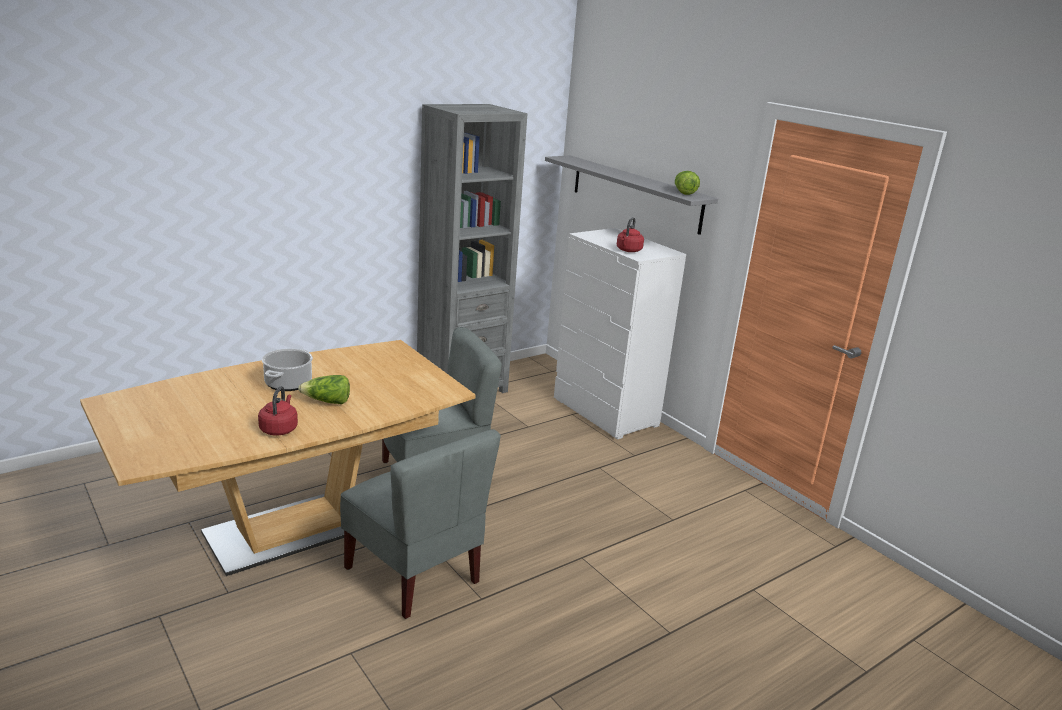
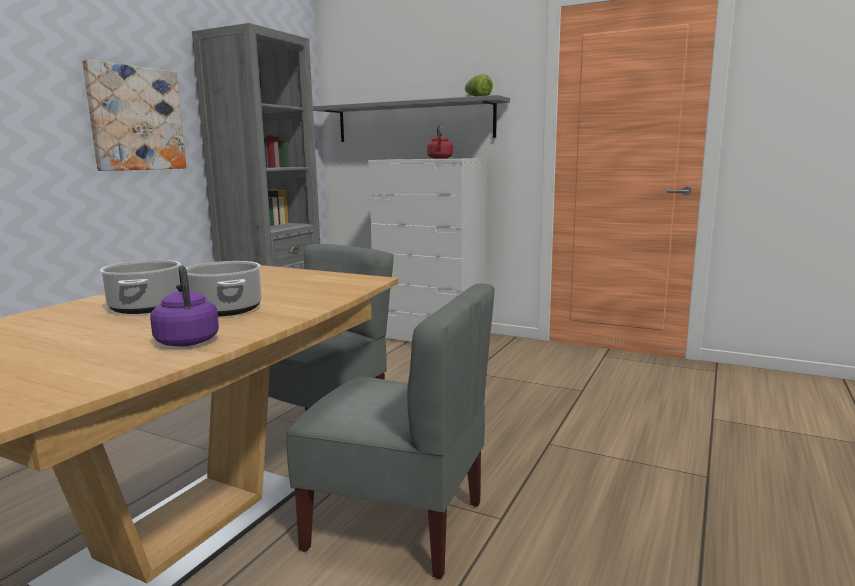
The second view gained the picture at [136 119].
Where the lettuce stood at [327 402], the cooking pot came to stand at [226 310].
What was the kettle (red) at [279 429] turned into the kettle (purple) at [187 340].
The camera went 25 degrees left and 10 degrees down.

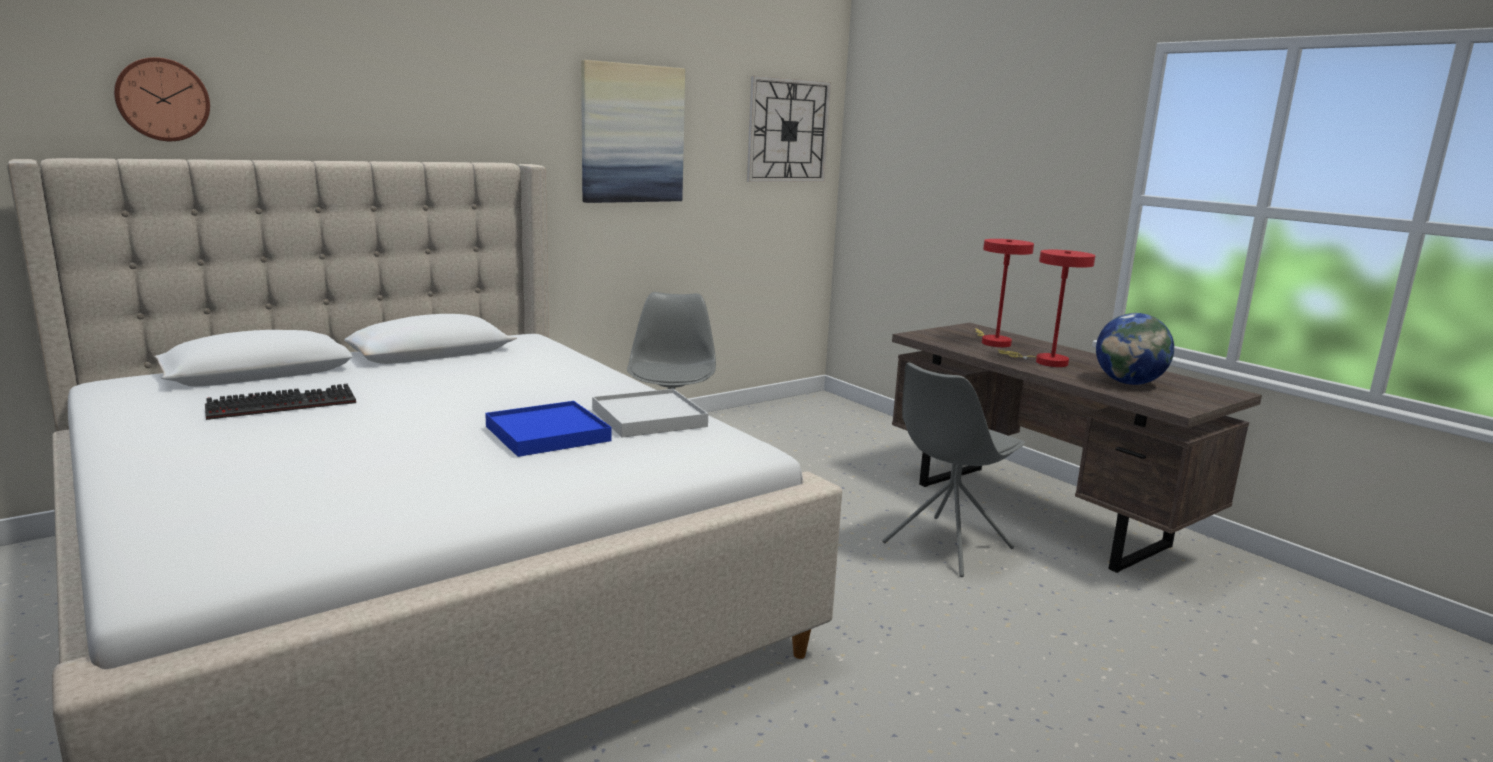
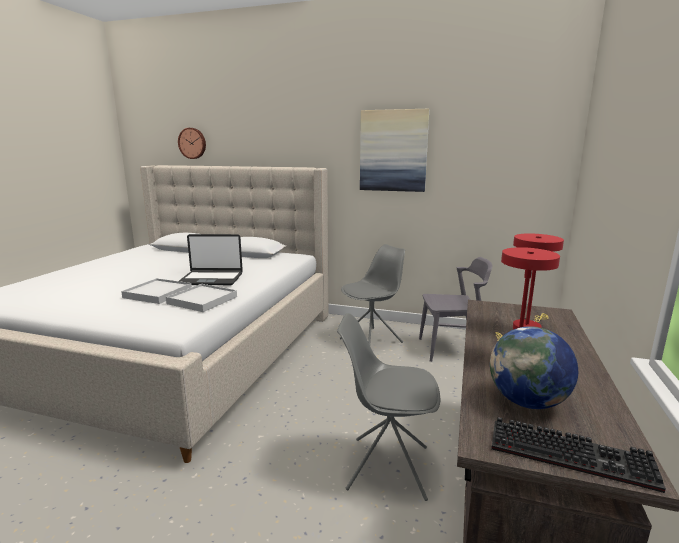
The second view lost the wall clock at [788 131].
The second view gained the laptop at [211 279].
The second view gained the chair (grey) at [452 349].
The keyboard ended up elsewhere, having gone from [284 405] to [572 454].
What was the tray (blue) at [548 434] turned into the tray (white) at [158 293].
The camera went 55 degrees right and 0 degrees up.

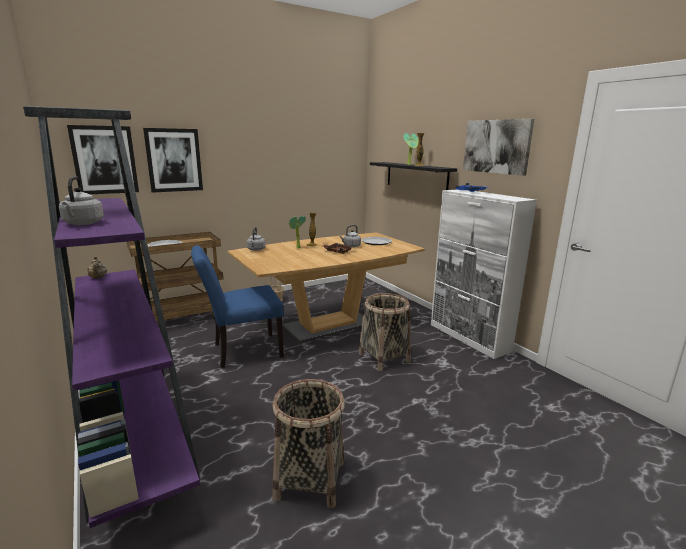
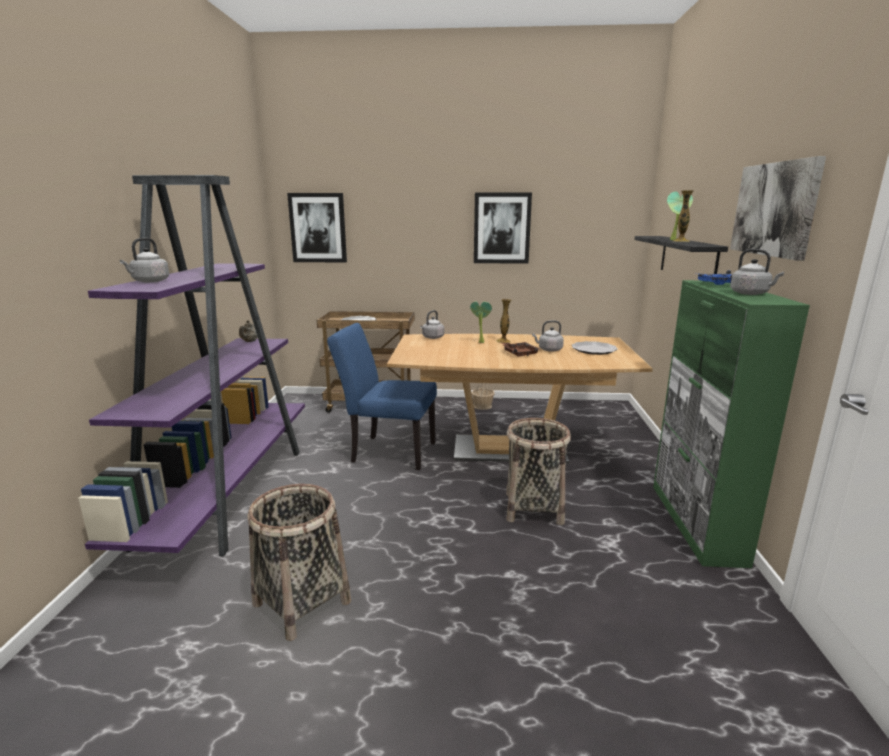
The second view gained the kettle (grey) at [751 293].
The picture ended up elsewhere, having gone from [174 160] to [502 228].
What was the cabinet (white) at [469 337] turned into the cabinet (green) at [696 523].
The camera went 35 degrees right and 0 degrees up.

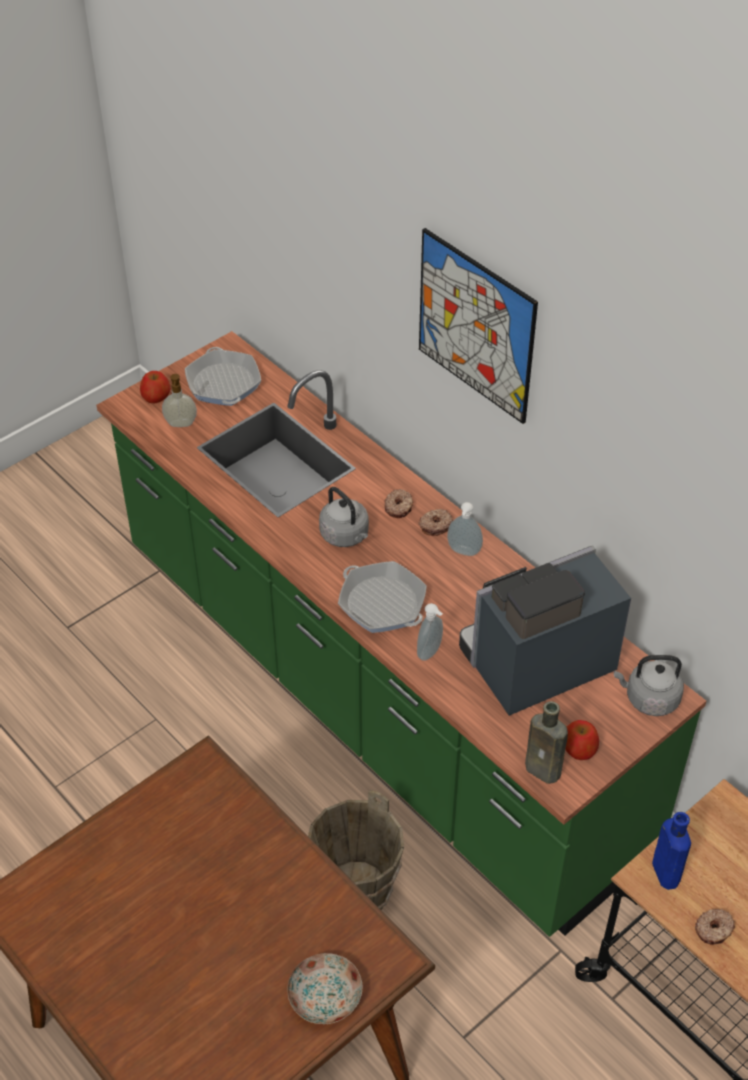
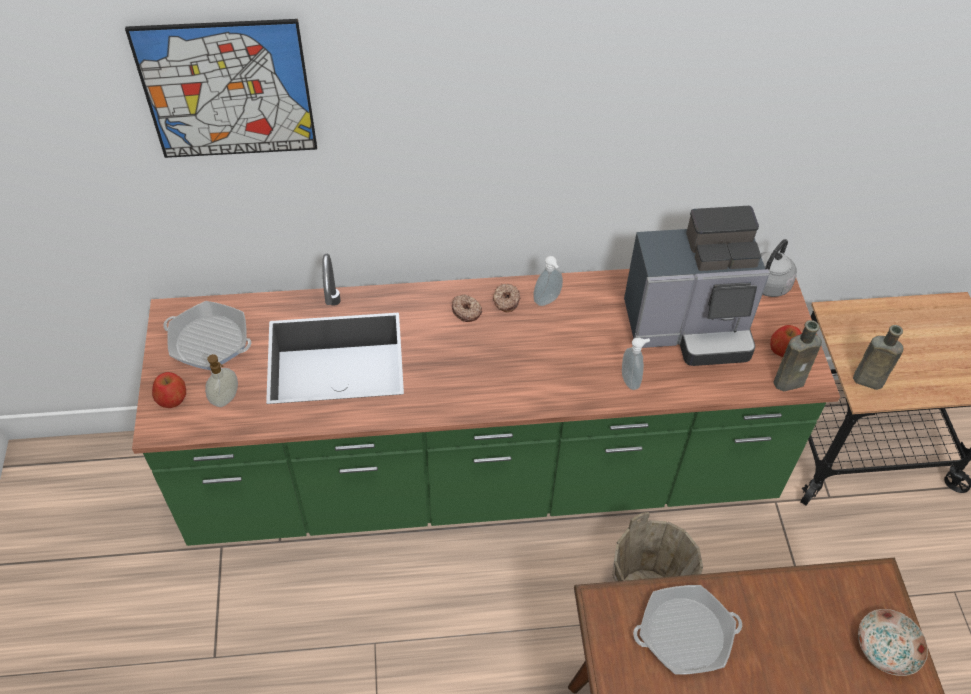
The second view lost the kettle (grey) at [346 536].
The second view lost the donut at [714 930].
The frying pan ended up elsewhere, having gone from [382 603] to [685 634].
The picture ended up elsewhere, having gone from [476 326] to [227 90].
What was the bottle (blue) at [664 870] turned into the bottle (brown) at [865 380].
The coffee machine at [534 665] ended up facing another way, 105 degrees counterclockwise from before.
The camera went 55 degrees left and 5 degrees up.

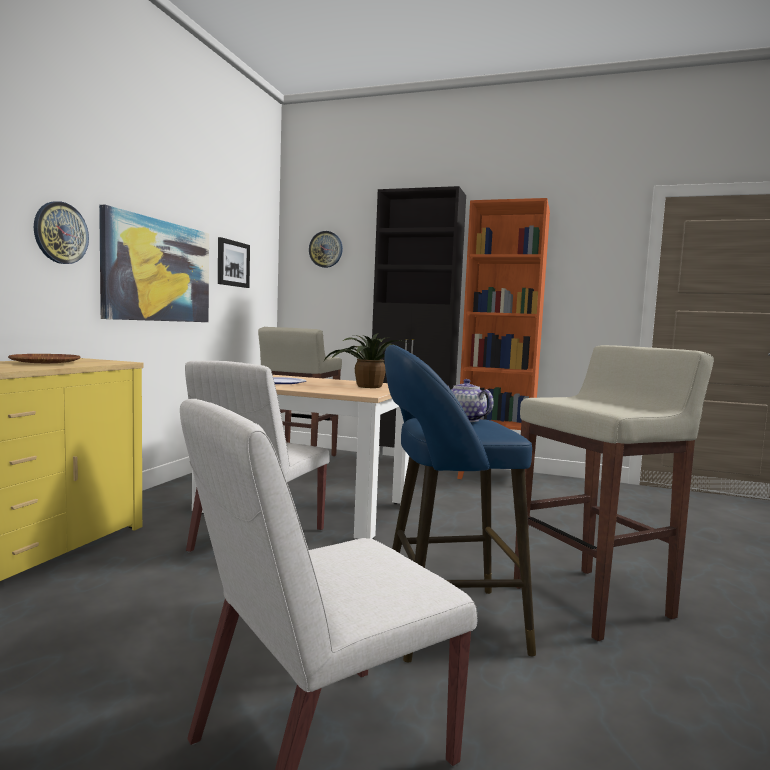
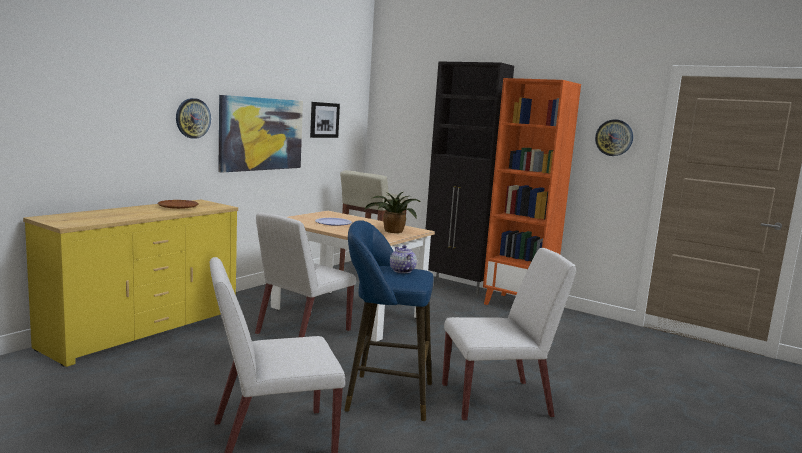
The wall clock ended up elsewhere, having gone from [326 249] to [614 137].
Where the stool (beige) stood at [593 601], the chair (white) came to stand at [497 400].
The camera went 15 degrees right and 5 degrees up.

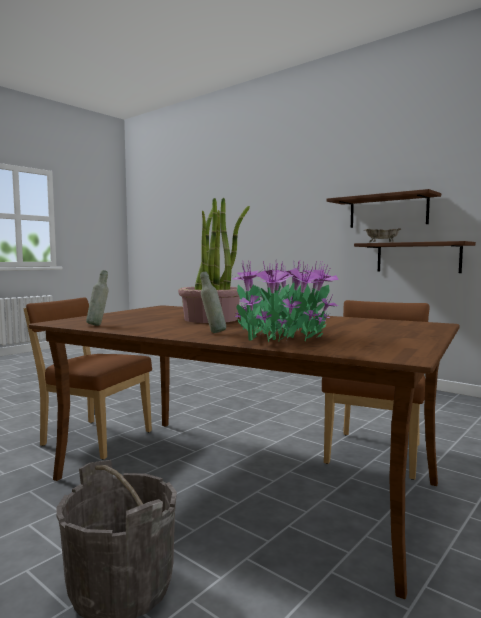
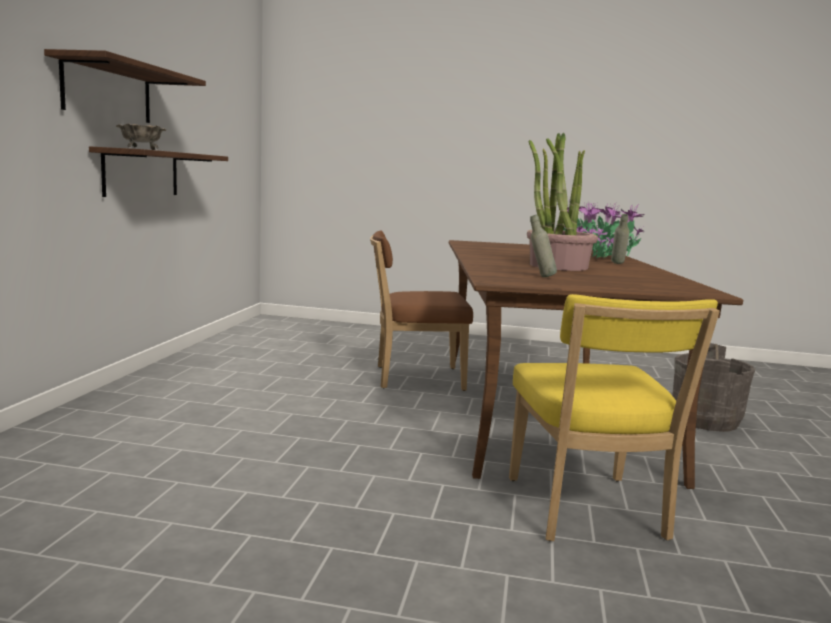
The bottle (grey) ended up elsewhere, having gone from [98 325] to [540 277].
What was the chair (brown) at [93 438] turned into the chair (yellow) at [587 512].
The camera went 120 degrees left and 5 degrees up.

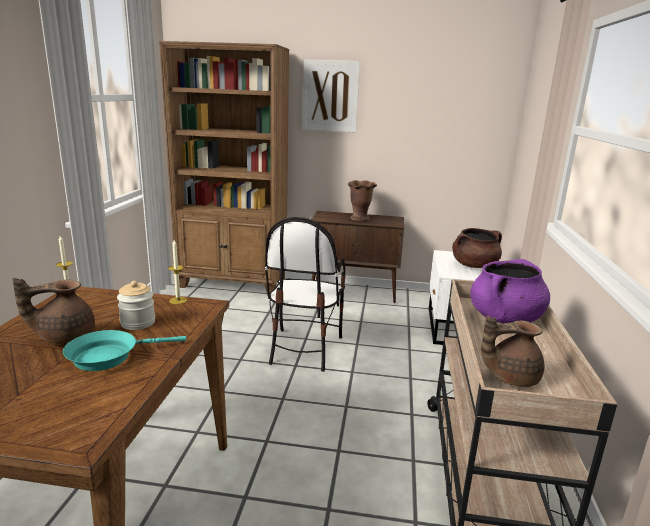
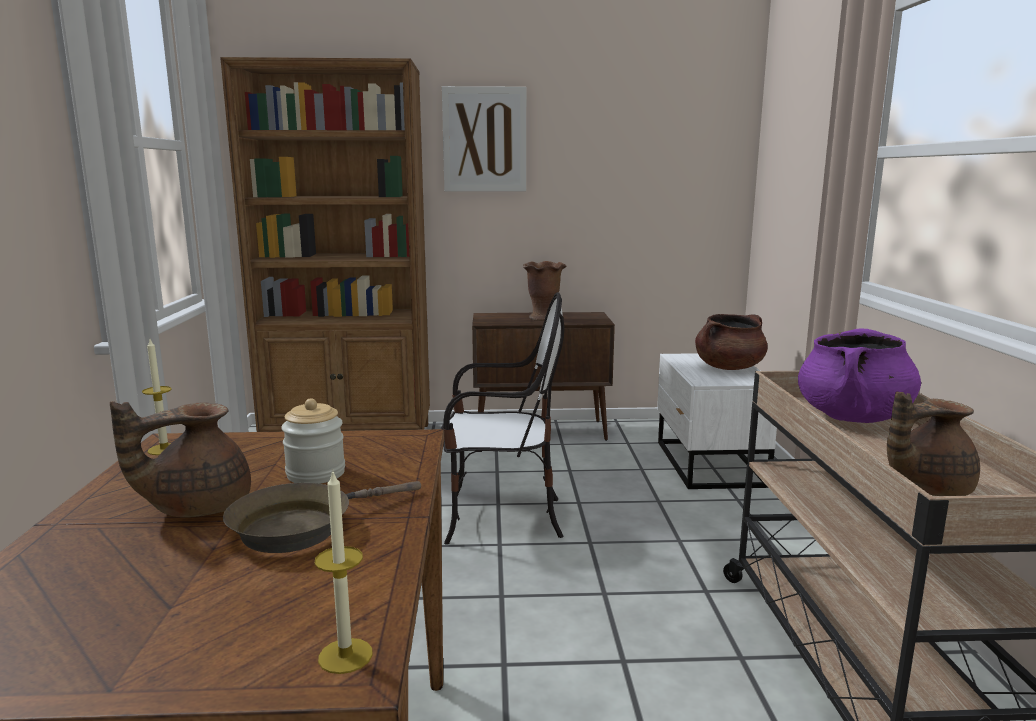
The candle ended up elsewhere, having gone from [178 300] to [345 656].
What was the frying pan (turquoise) at [109 356] turned into the frying pan (brown) at [301 527].
The chair at [304 348] ended up facing another way, 90 degrees counterclockwise from before.
The camera went 10 degrees left and 5 degrees down.

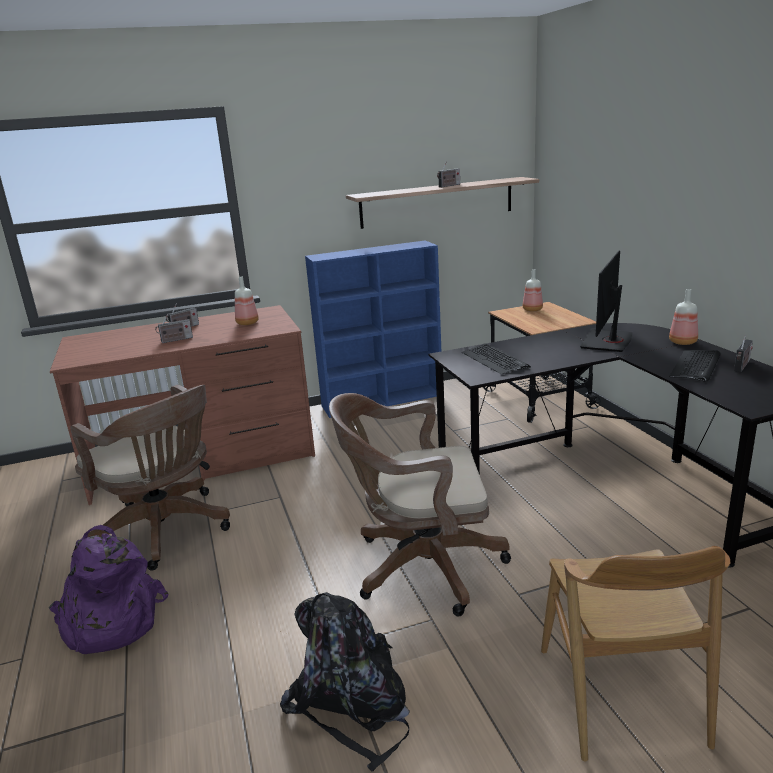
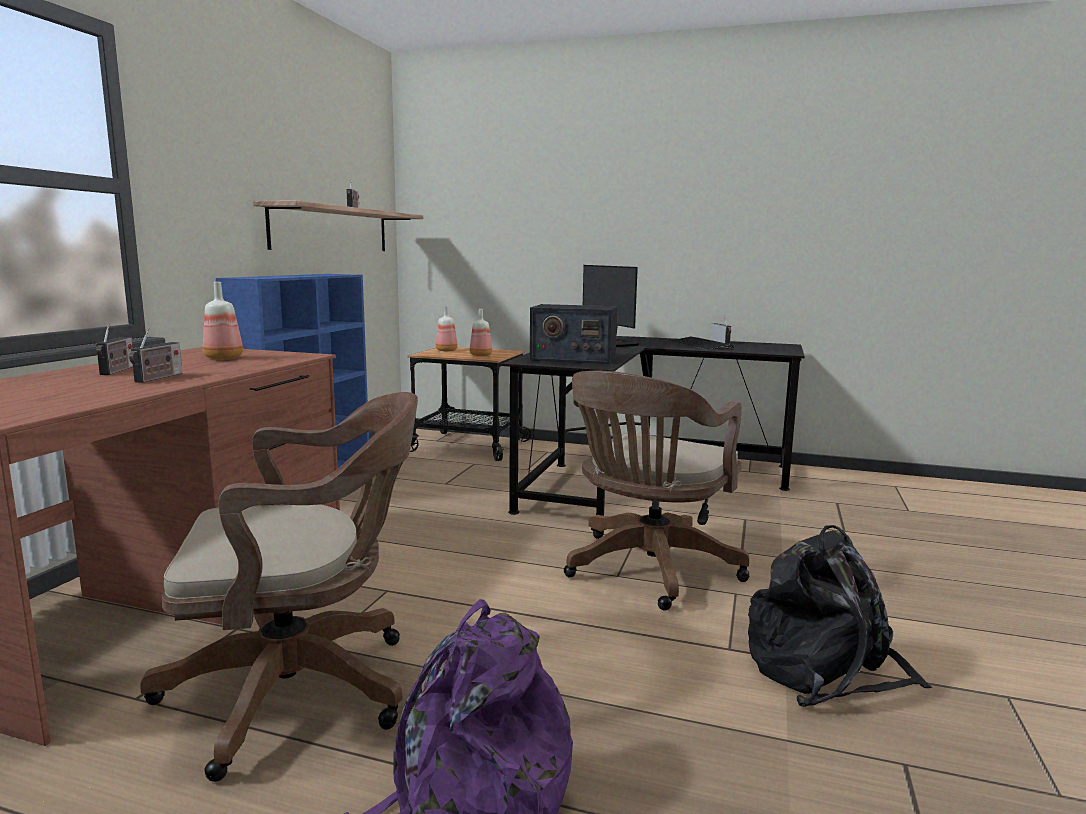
The second view lost the chair (brown) at [620 696].
The bottle ended up elsewhere, having gone from [682 342] to [480 355].
Where the keyboard stood at [495 360], the radio came to stand at [572 358].
The camera went 55 degrees left and 10 degrees down.

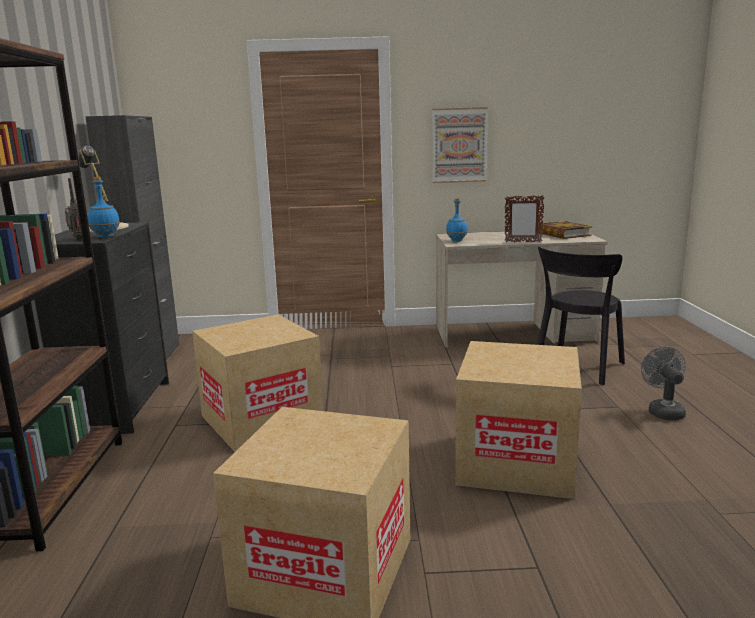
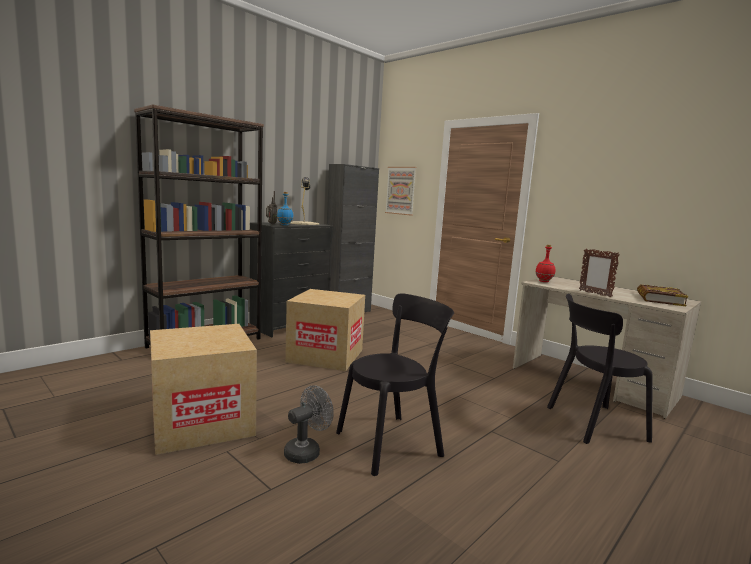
The picture ended up elsewhere, having gone from [459 145] to [401 190].
The fan (grey) ended up elsewhere, having gone from [663 411] to [306 451].
Where the cardboard box stood at [516 463], the chair (black) came to stand at [393 442].
What was the bottle (blue) at [457 241] turned into the bottle (red) at [544 281].
The camera went 45 degrees right and 5 degrees down.

